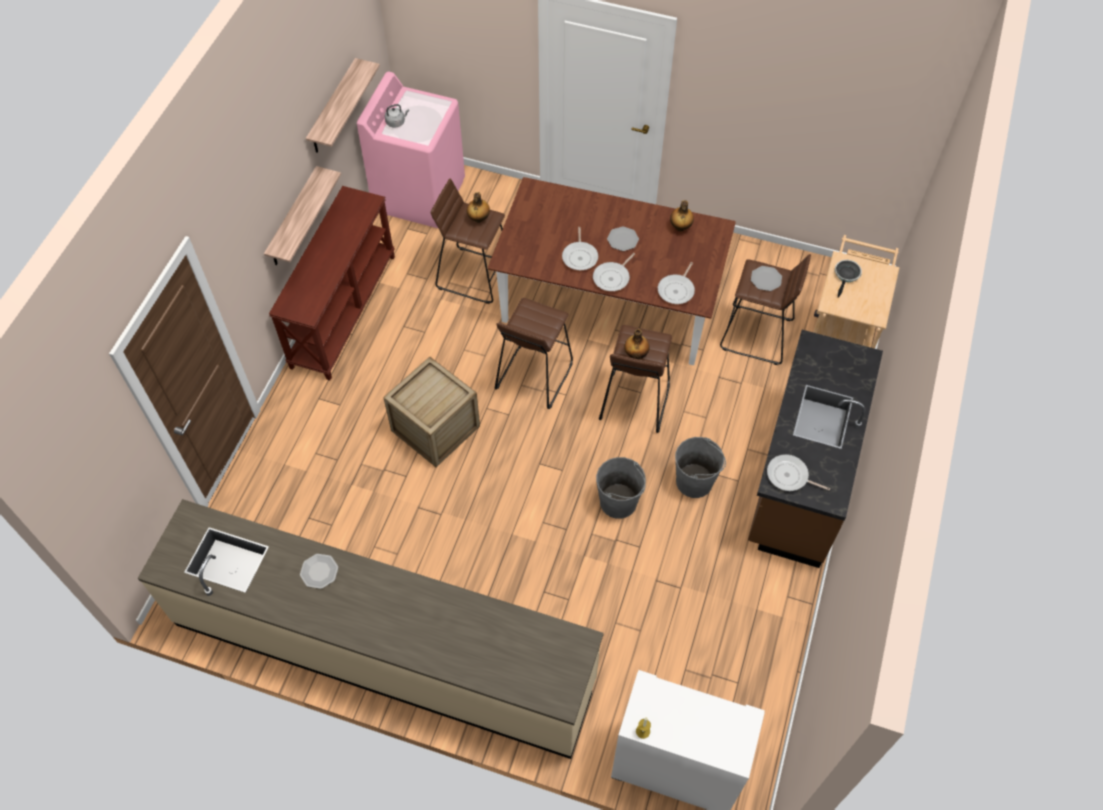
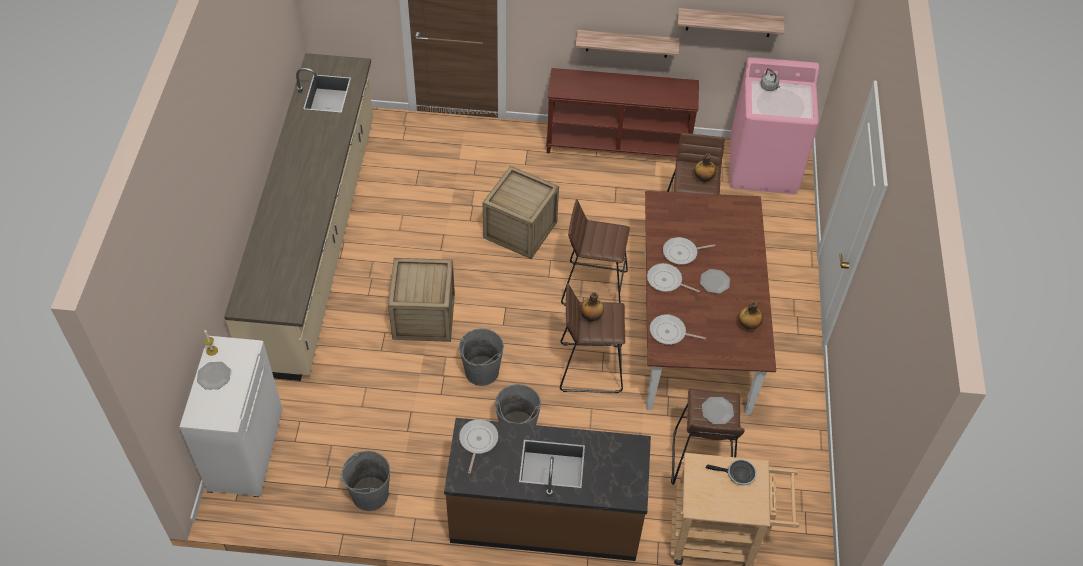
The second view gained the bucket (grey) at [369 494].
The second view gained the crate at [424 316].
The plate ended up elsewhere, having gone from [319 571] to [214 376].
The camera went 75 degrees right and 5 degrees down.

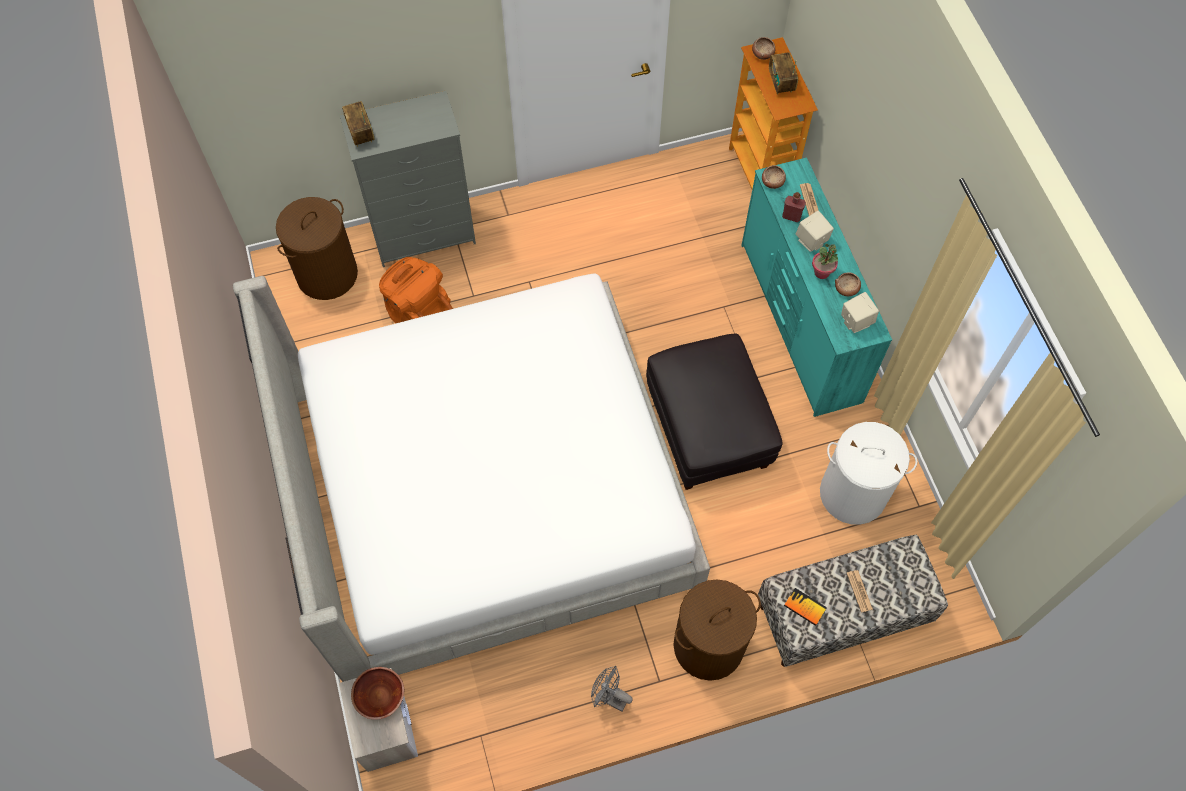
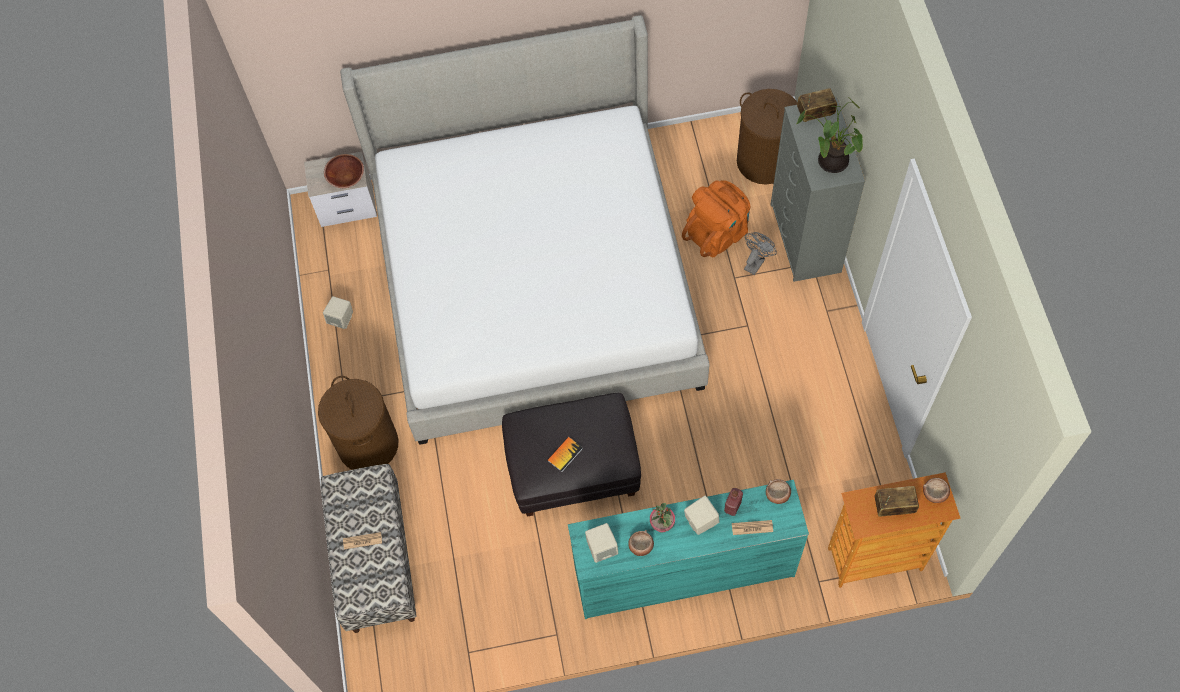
The second view lost the laundry basket (white) at [853 493].
The second view gained the speaker (beige) at [341 319].
The second view gained the potted plant at [830 162].
The fan (grey) ended up elsewhere, having gone from [609 697] to [756 262].
The book ended up elsewhere, having gone from [804 607] to [565 454].
The camera went 100 degrees right and 0 degrees up.

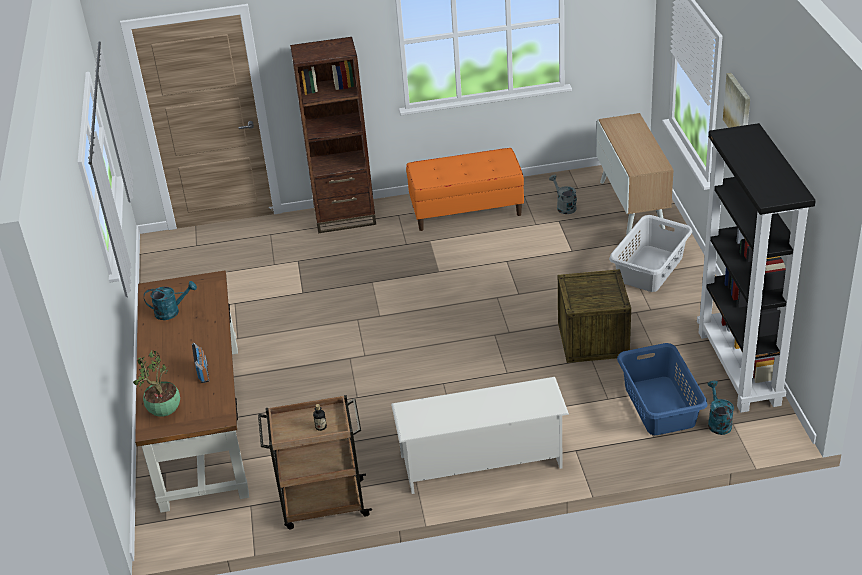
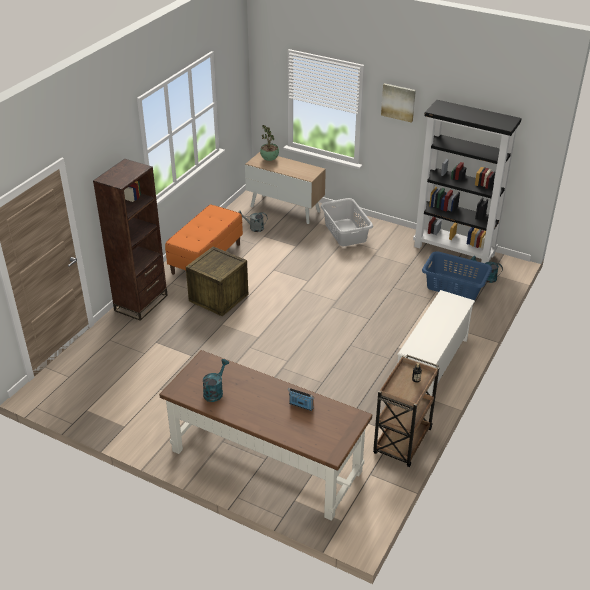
The potted plant ended up elsewhere, having gone from [164 412] to [270 159].
The crate ended up elsewhere, having gone from [593 339] to [218 297].
The camera went 55 degrees left and 0 degrees up.

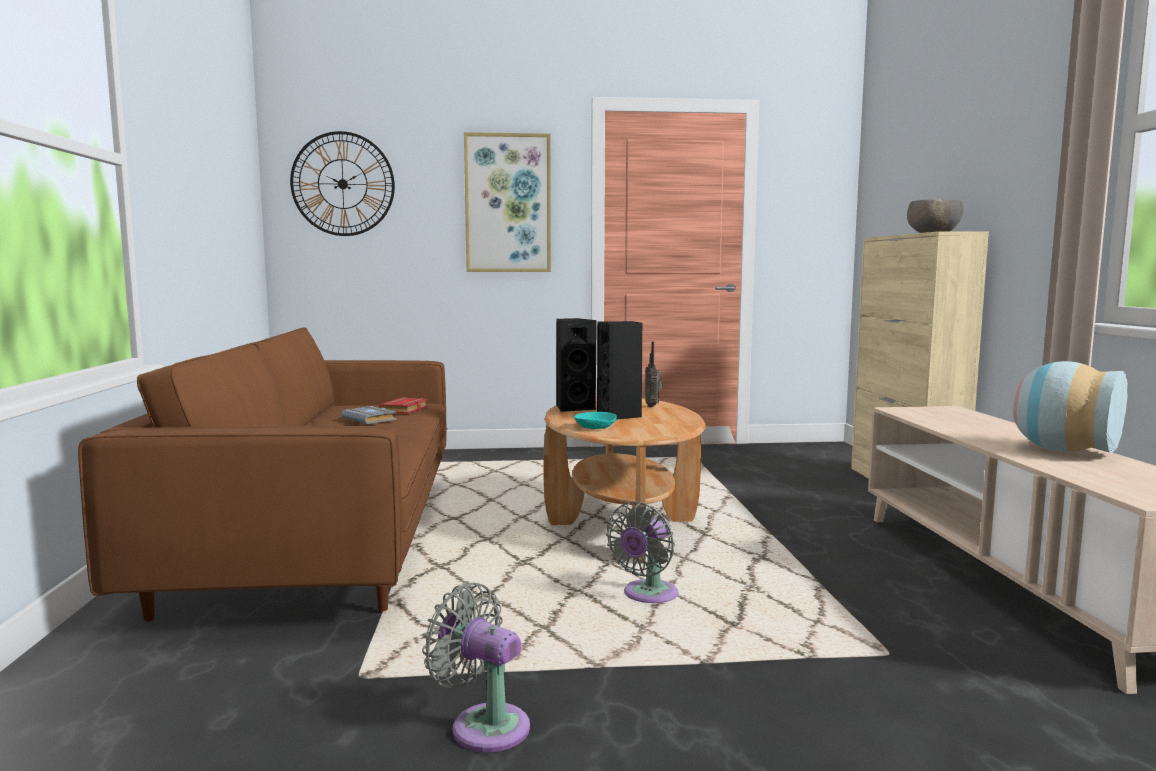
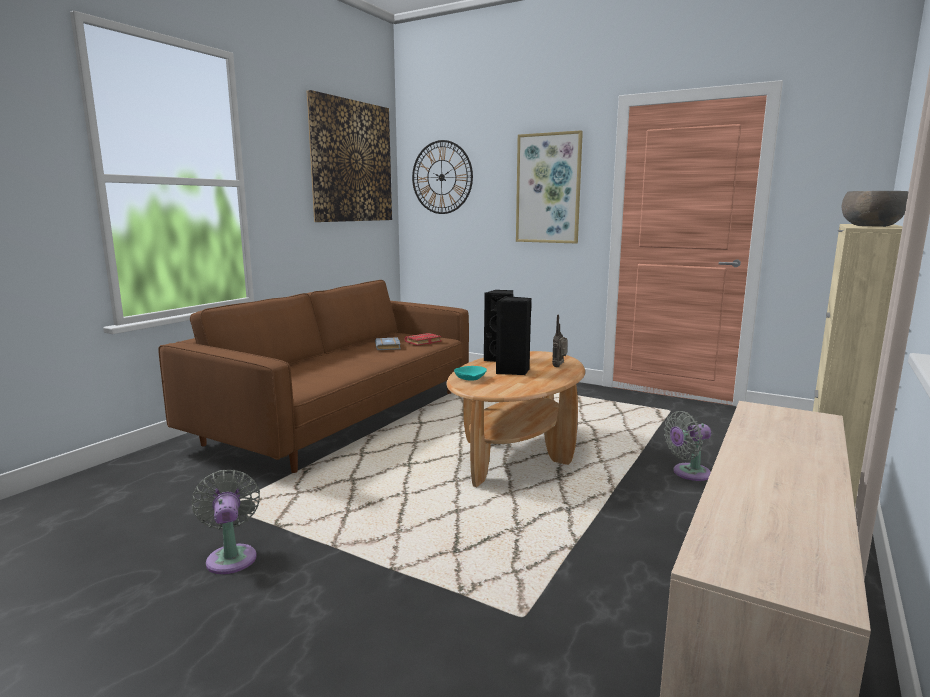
The second view lost the vase at [1062 450].
The second view gained the picture at [351 161].
The fan (grey) ended up elsewhere, having gone from [647 596] to [688 473].
The camera went 35 degrees right and 5 degrees up.

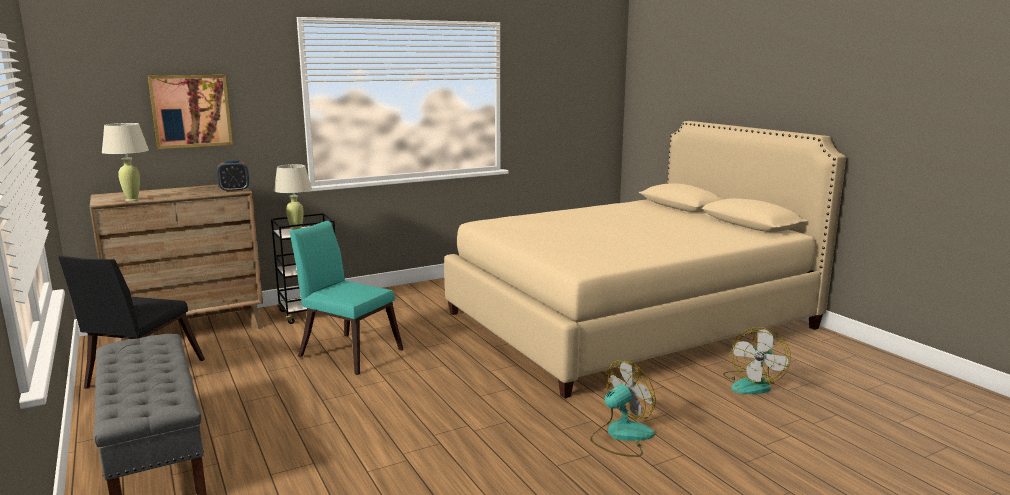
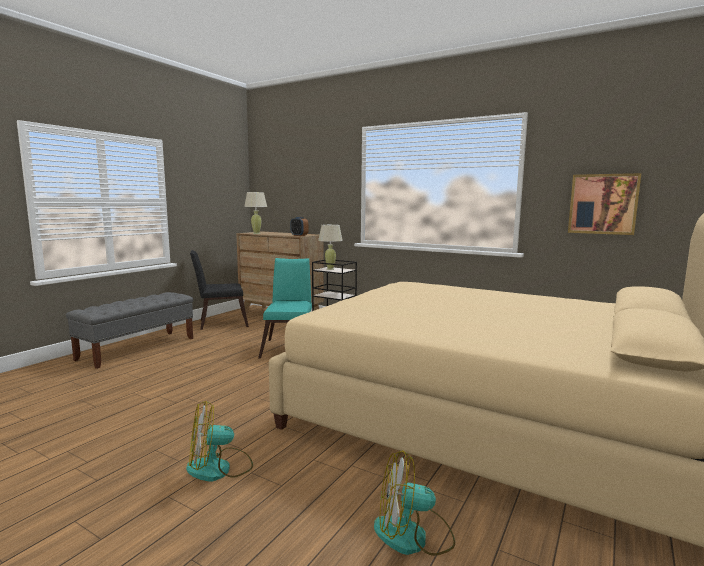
The picture ended up elsewhere, having gone from [191 111] to [603 204].
The fan at [621 436] ended up facing another way, 135 degrees clockwise from before.
The camera went 60 degrees right and 5 degrees down.

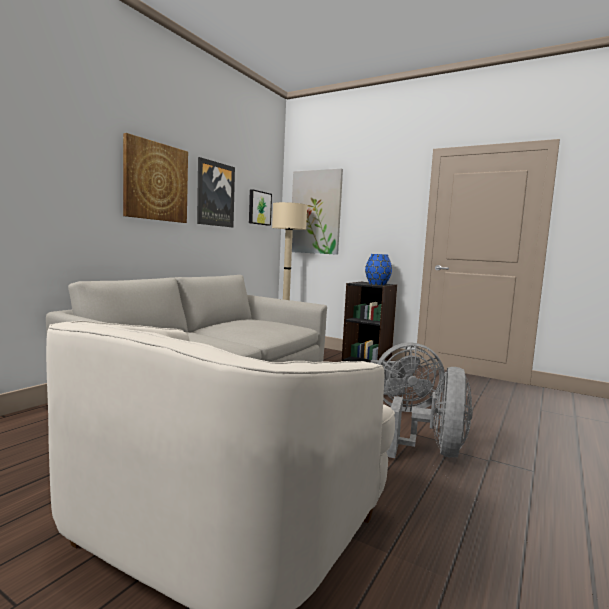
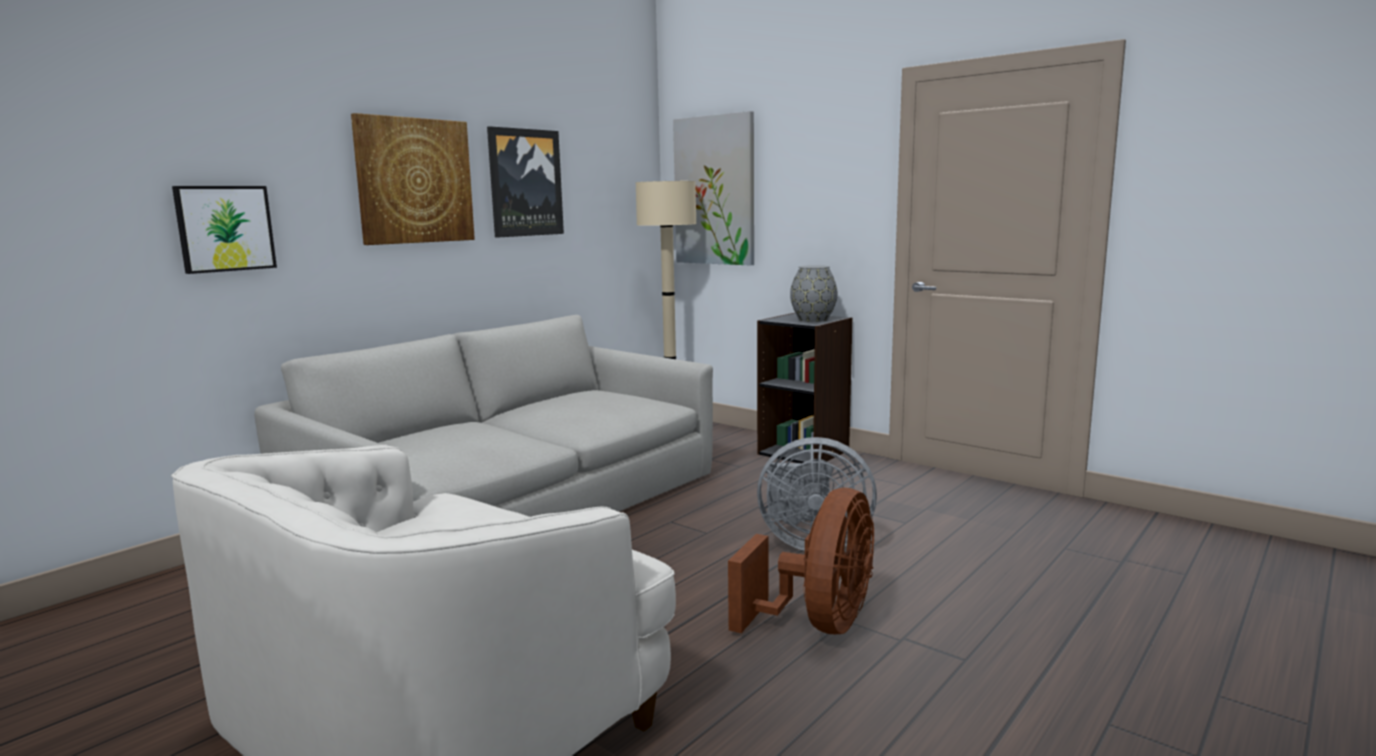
The picture ended up elsewhere, having gone from [259 208] to [225 228].
What was the vase (blue) at [377 284] turned into the vase (grey) at [813 319].
What was the fan (grey) at [435 452] turned into the fan (brown) at [819 624].
The camera went 10 degrees right and 5 degrees up.

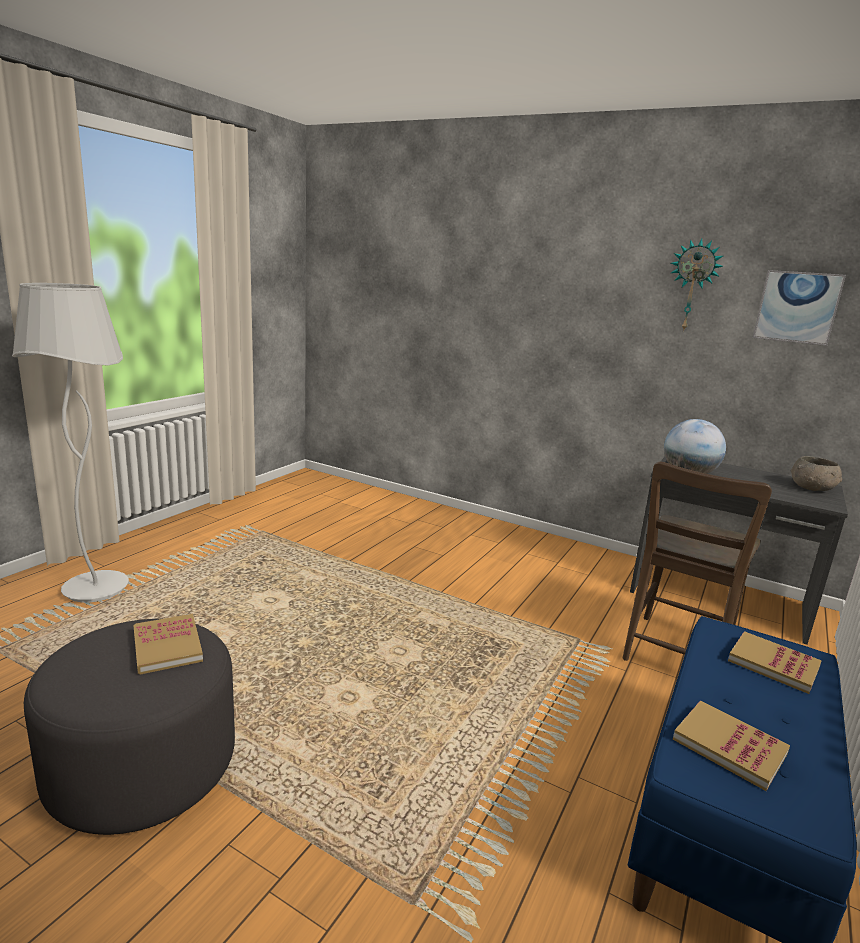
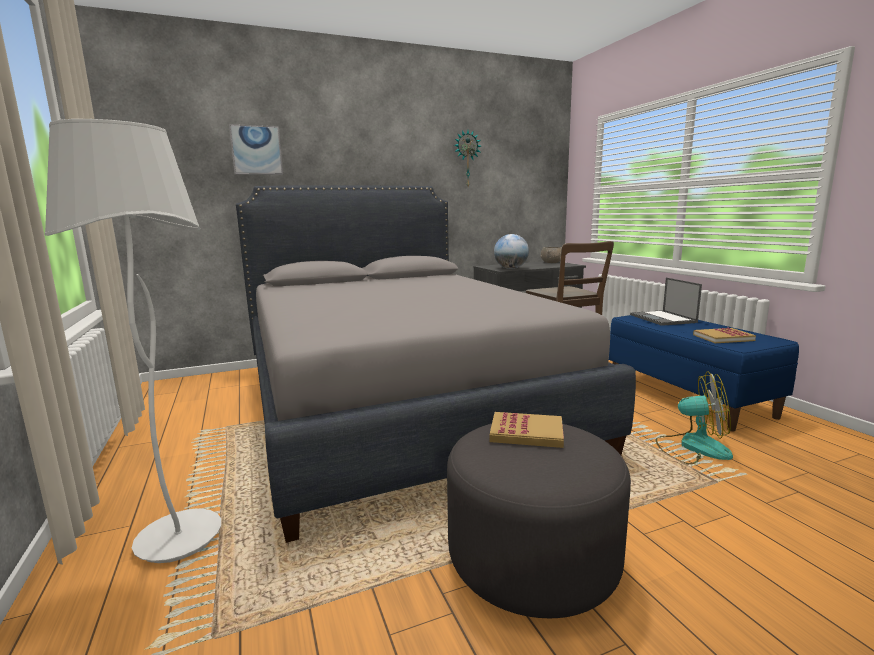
The second view gained the bed (grey) at [398 403].
The second view gained the fan at [692 447].
The picture ended up elsewhere, having gone from [797 307] to [256 150].
Where the book stood at [773 664], the laptop came to stand at [663 319].
The camera went 50 degrees left and 5 degrees down.

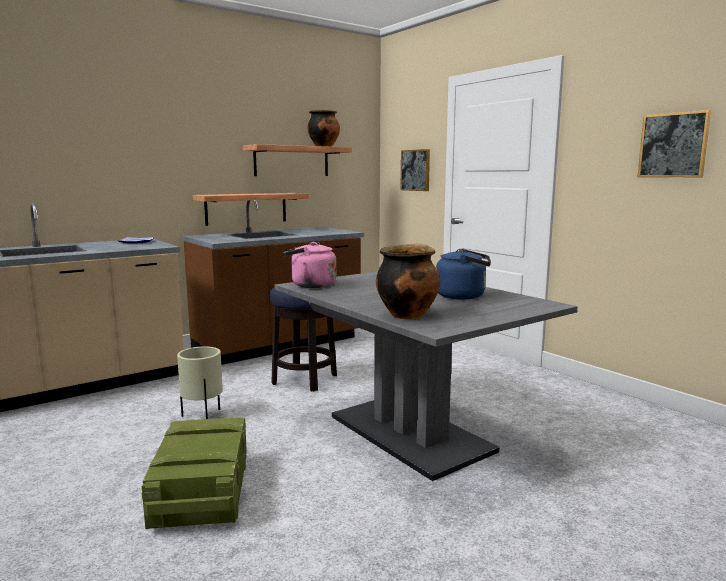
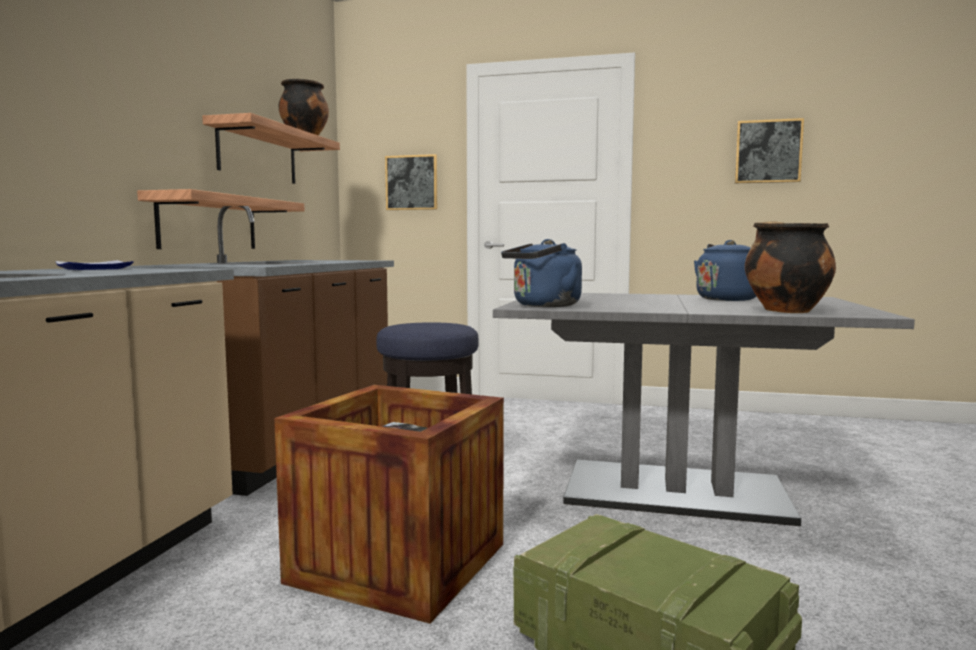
Where the planter (beige) stood at [203 417], the crate came to stand at [398 563].
What was the kettle (pink) at [310 285] turned into the kettle (blue) at [543 306].
The camera went 40 degrees left and 5 degrees down.

